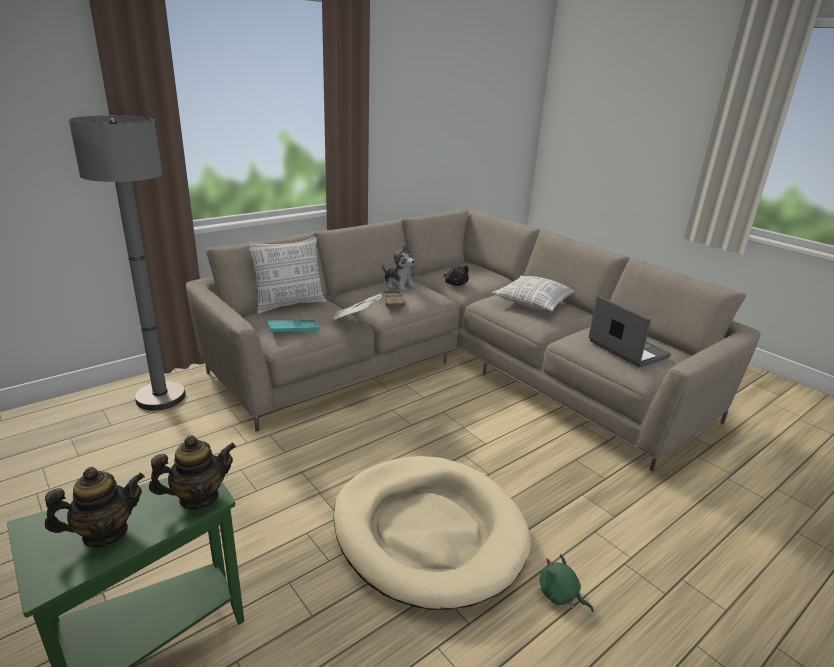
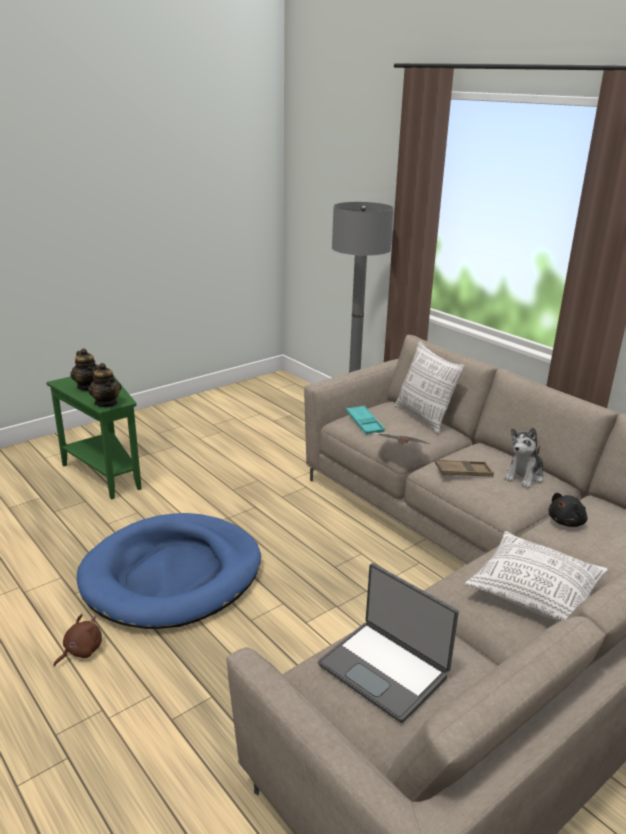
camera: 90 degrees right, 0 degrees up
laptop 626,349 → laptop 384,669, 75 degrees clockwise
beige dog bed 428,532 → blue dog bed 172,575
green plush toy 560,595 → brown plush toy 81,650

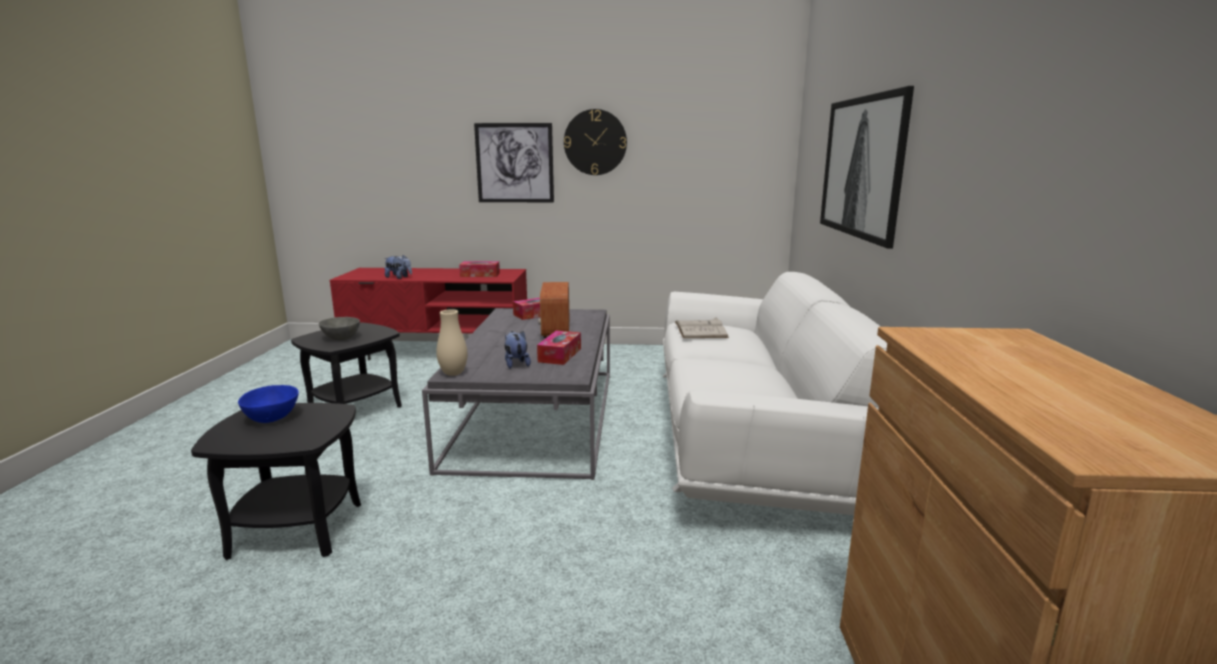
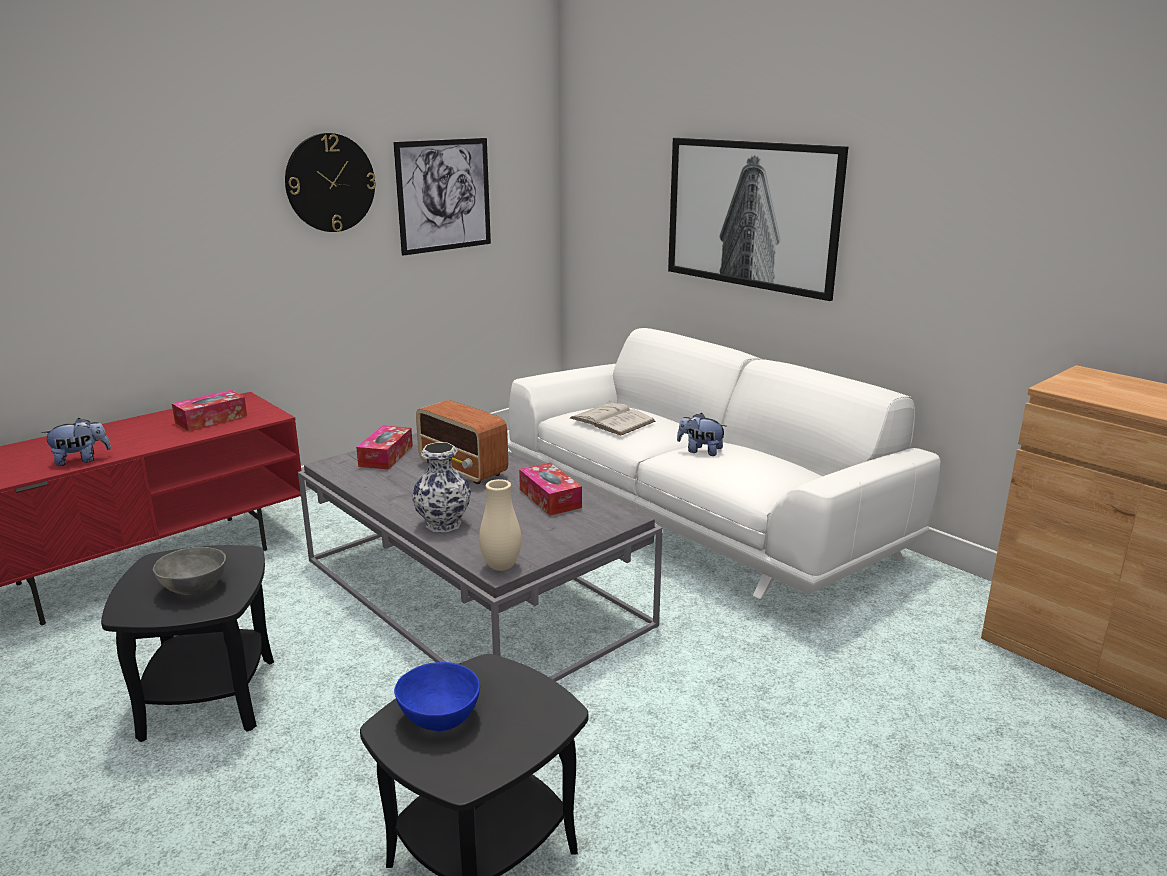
camera: 45 degrees left, 5 degrees up
picture 514,163 → picture 444,195, moved
plush toy 516,364 → plush toy 700,451, moved
- → vase 444,524

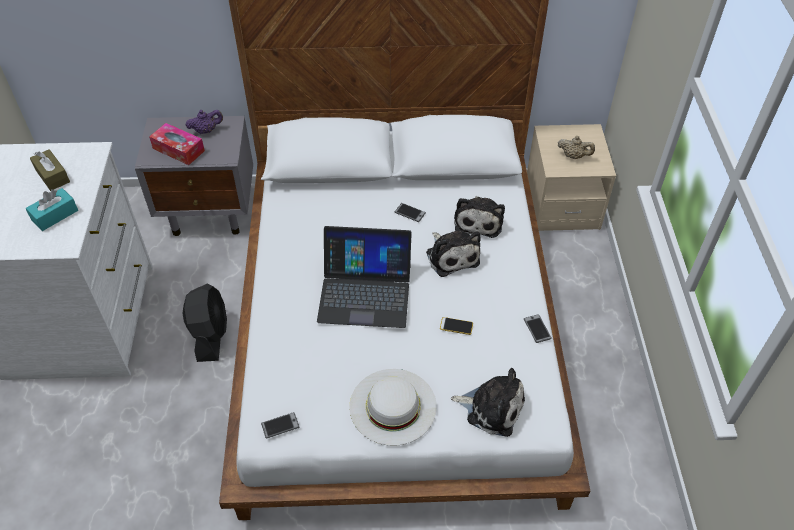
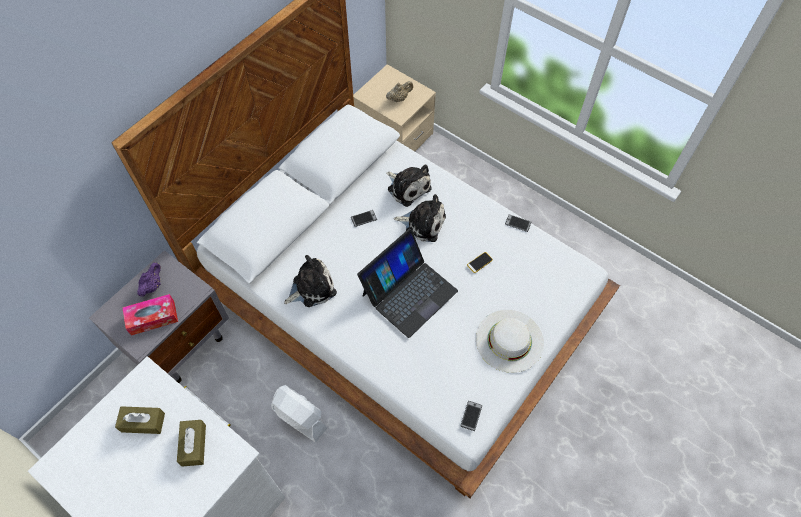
camera: 50 degrees left, 10 degrees up
turquoise tissue box 55,215 → brown tissue box 194,445
black fan 210,335 → white fan 299,418
plush toy 491,407 → plush toy 311,287, moved

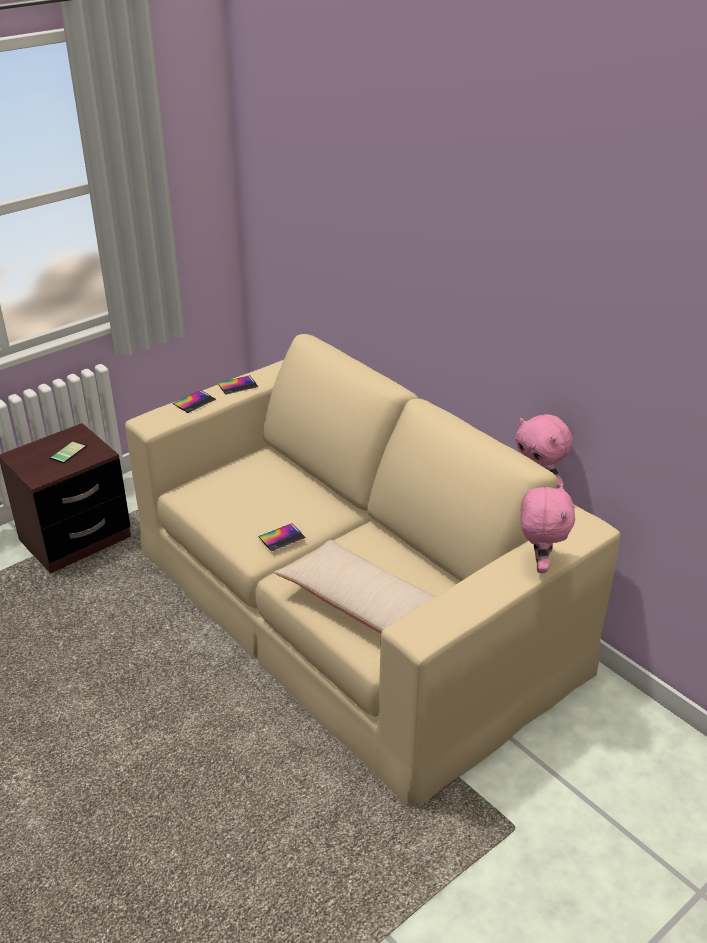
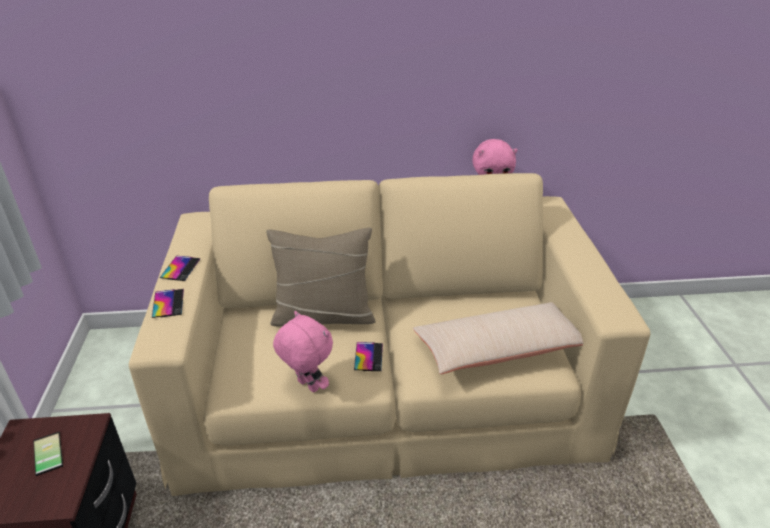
camera: 55 degrees left, 0 degrees up
pink plush toy 539,564 → pink plush toy 306,386, moved
- → beige pillow 323,316

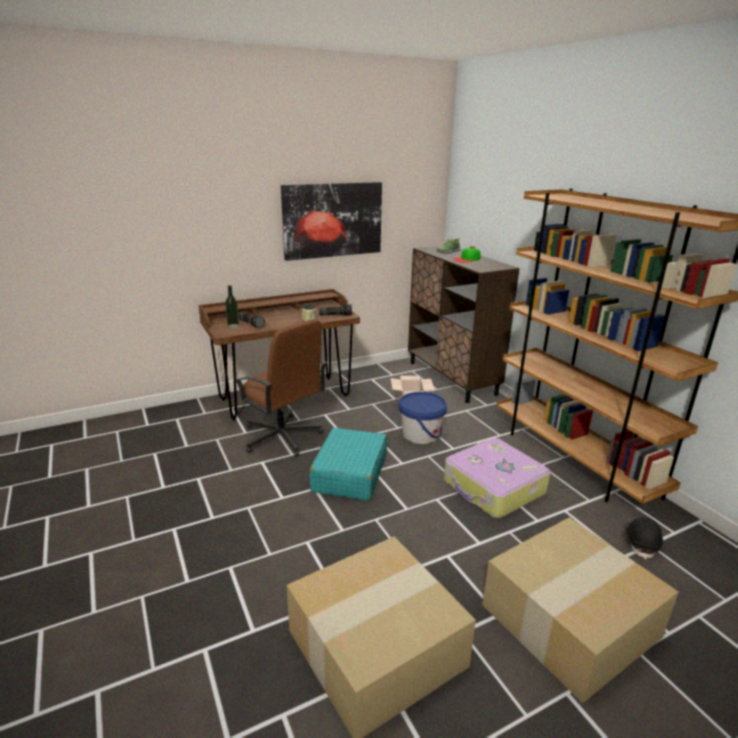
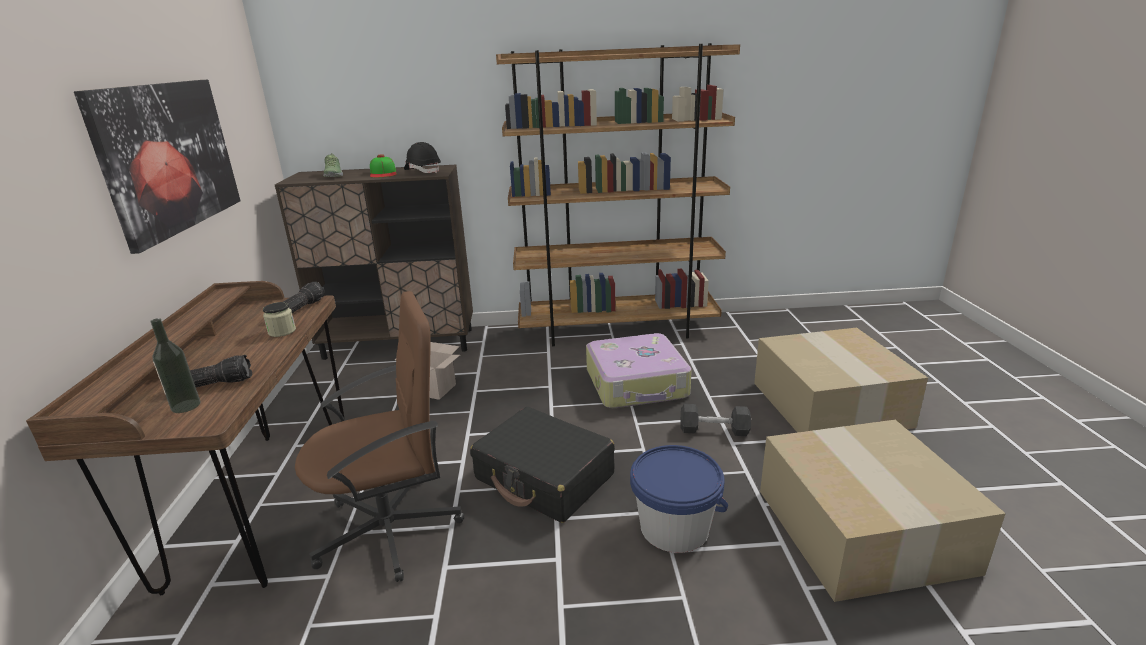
camera: 65 degrees left, 0 degrees up
blue bucket 421,434 → blue bucket 674,527, moved
turquoise suitcase 349,474 → black suitcase 544,477
black hard hat 641,543 → black hard hat 423,171, moved
- → black dumbbell 714,430

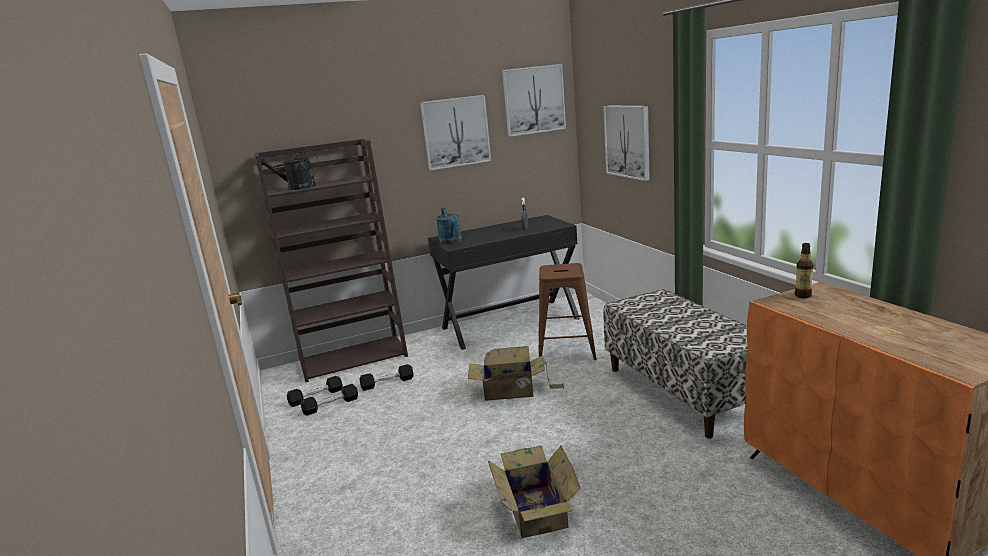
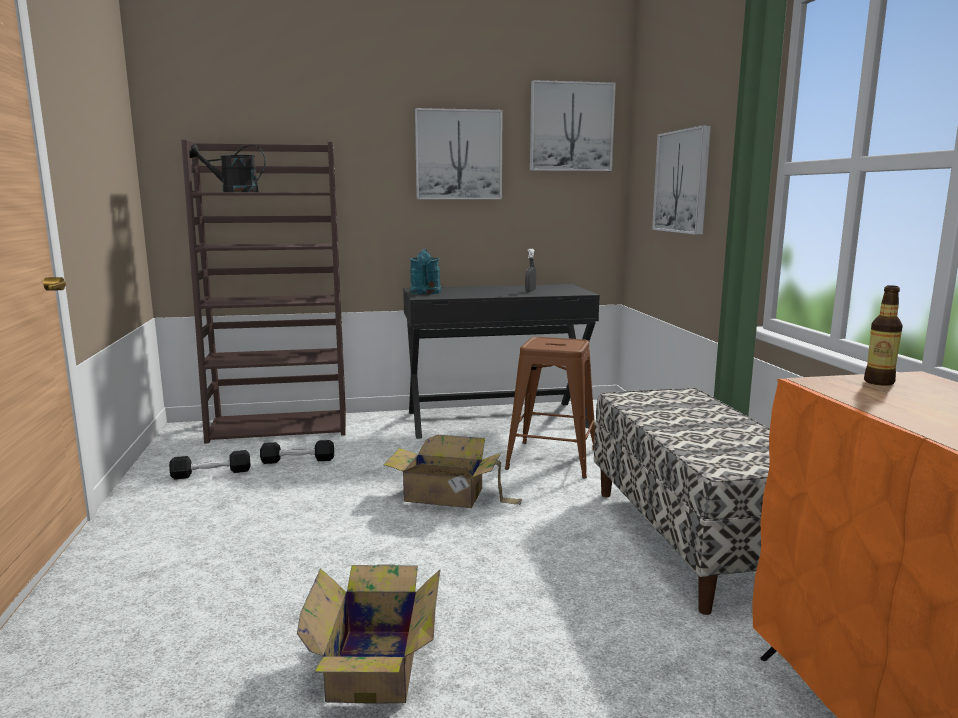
camera: 10 degrees right, 5 degrees down
black dumbbell 316,397 → -

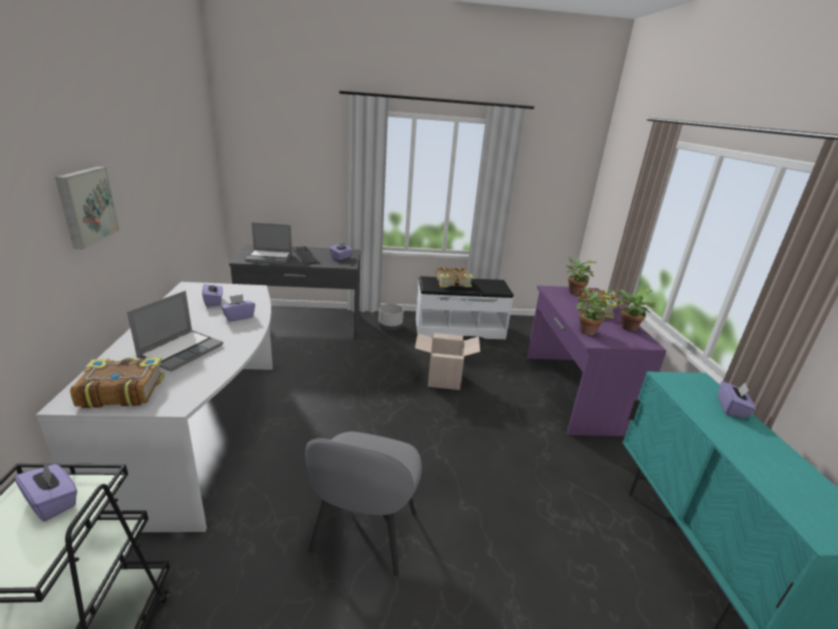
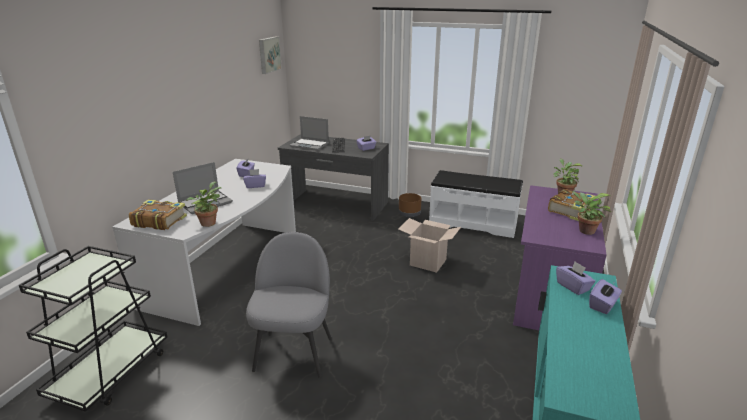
camera: 25 degrees right, 0 degrees up
picture 86,206 → picture 268,54, moved
book 453,283 → -
potted plant 585,330 → potted plant 208,222, moved
grey planter 390,326 → brown planter 409,214
grey chair 363,534 → grey chair 294,352, 150 degrees clockwise
purple tissue box 53,502 → purple tissue box 573,286, moved

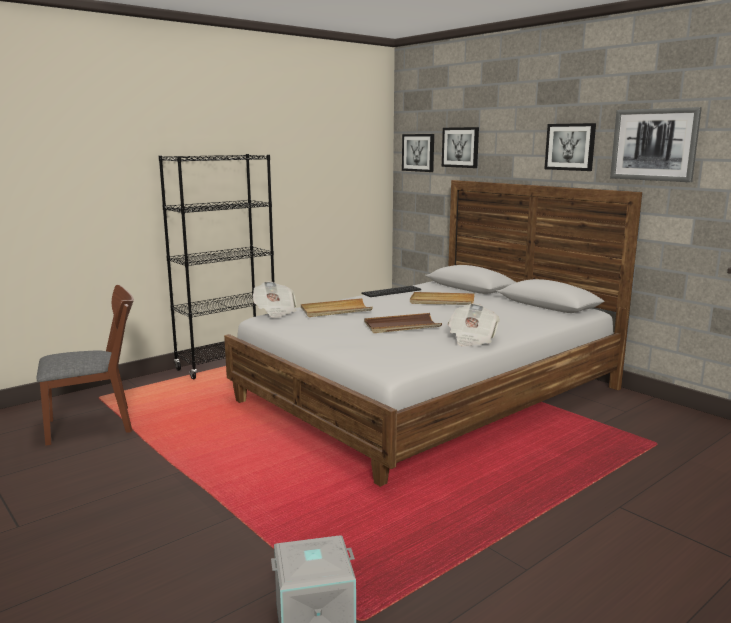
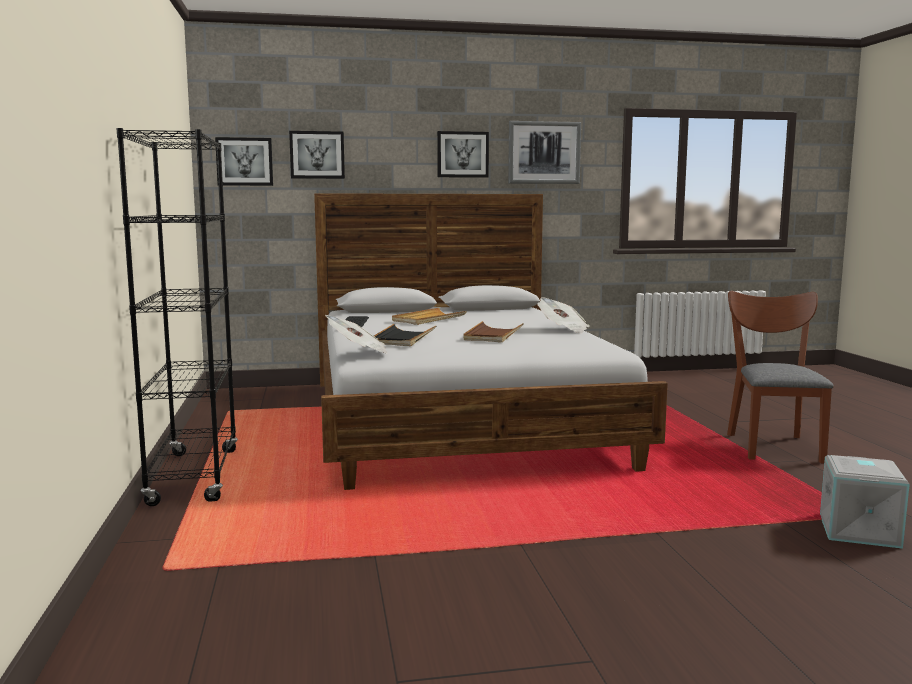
camera: 60 degrees left, 5 degrees down
brown chair 97,424 → brown chair 772,445, moved
beige tray 335,311 → black tray 403,338

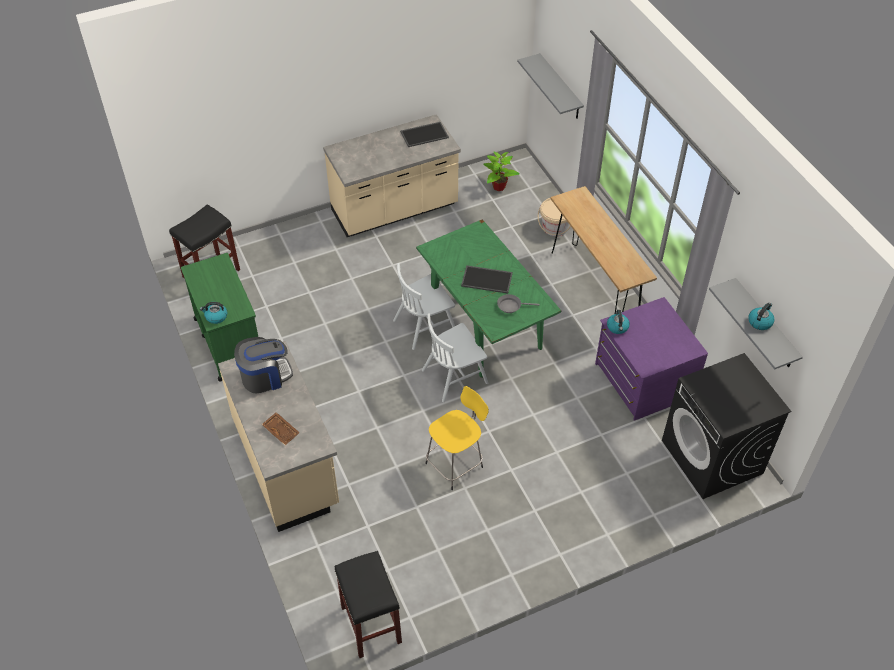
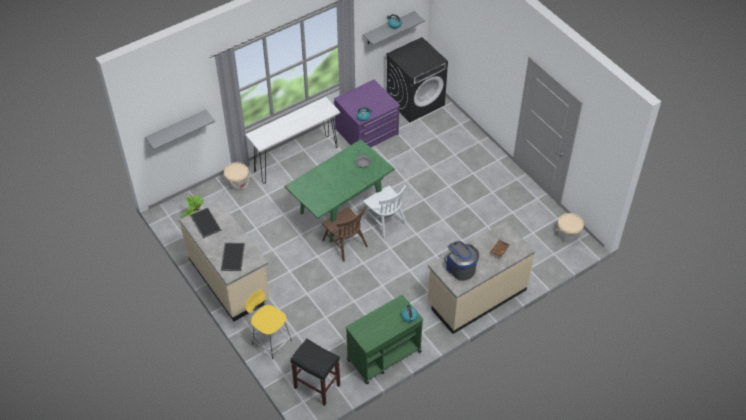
camera: 100 degrees left, 0 degrees up
brown console table 593,290 → white console table 296,159
white chair 425,326 → brown chair 344,243
tray 487,279 → tray 232,256, moved
yellow stool 456,464 → yellow stool 270,341, moved
black stool 370,624 → beige bucket 568,235

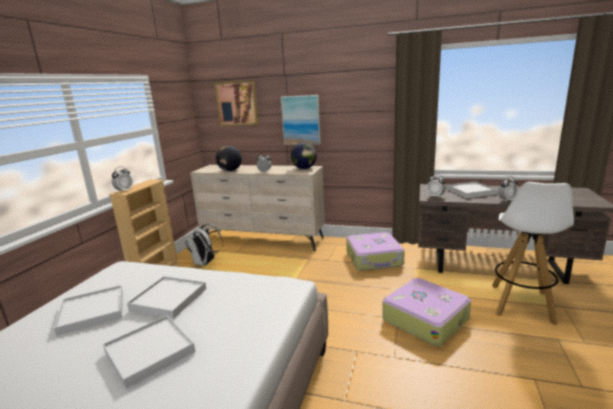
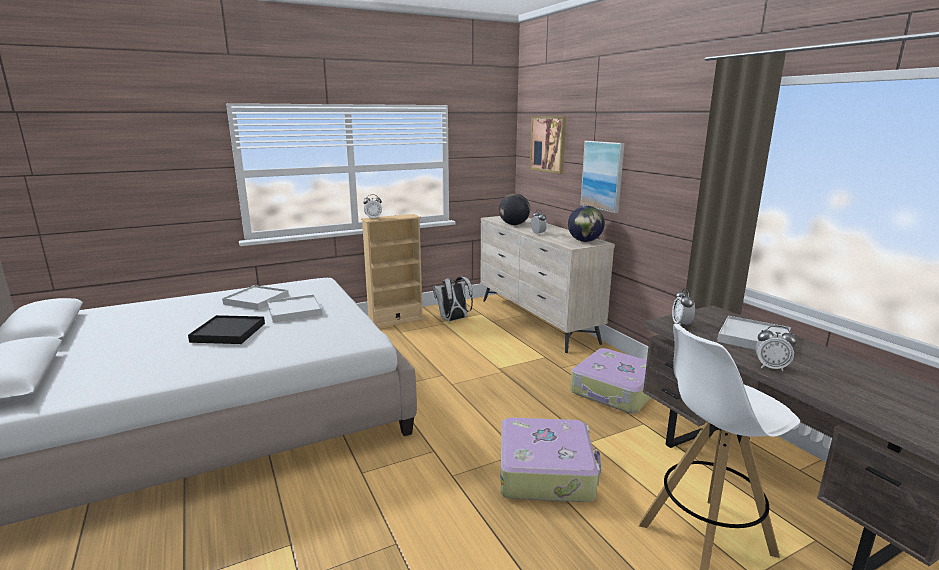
camera: 45 degrees right, 0 degrees up
white tray 149,352 → black tray 228,332

